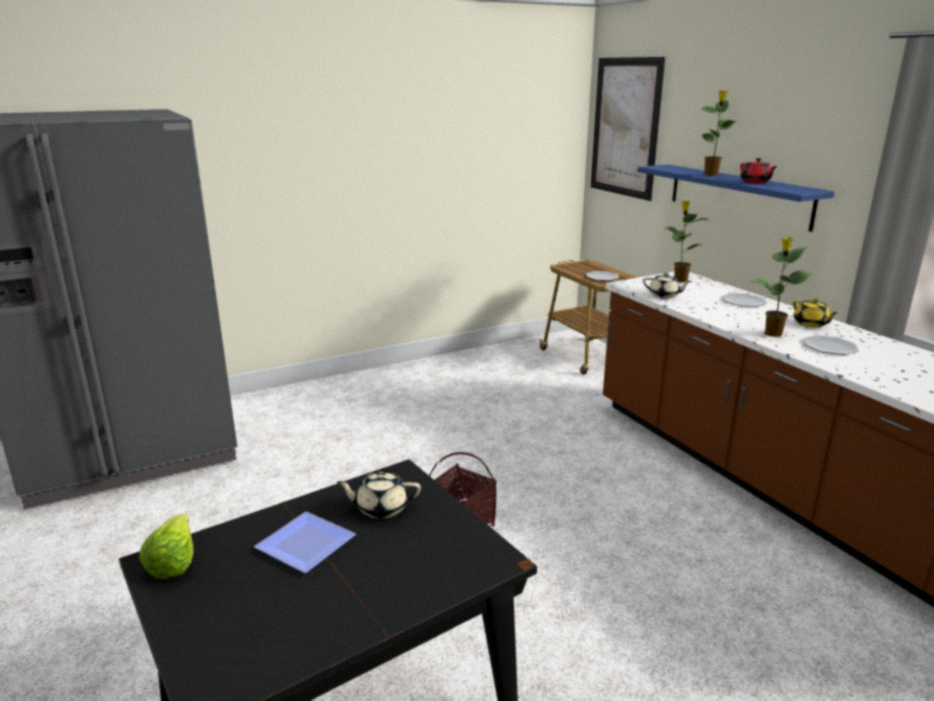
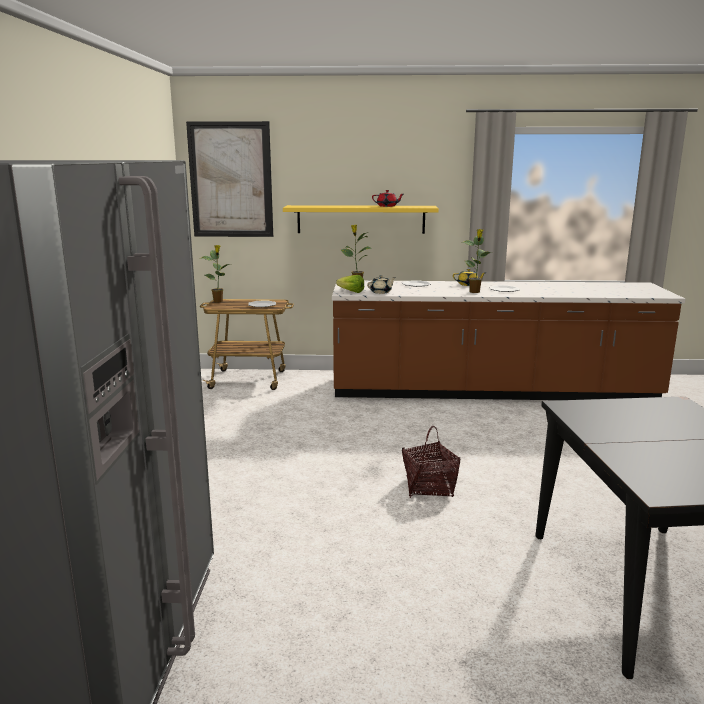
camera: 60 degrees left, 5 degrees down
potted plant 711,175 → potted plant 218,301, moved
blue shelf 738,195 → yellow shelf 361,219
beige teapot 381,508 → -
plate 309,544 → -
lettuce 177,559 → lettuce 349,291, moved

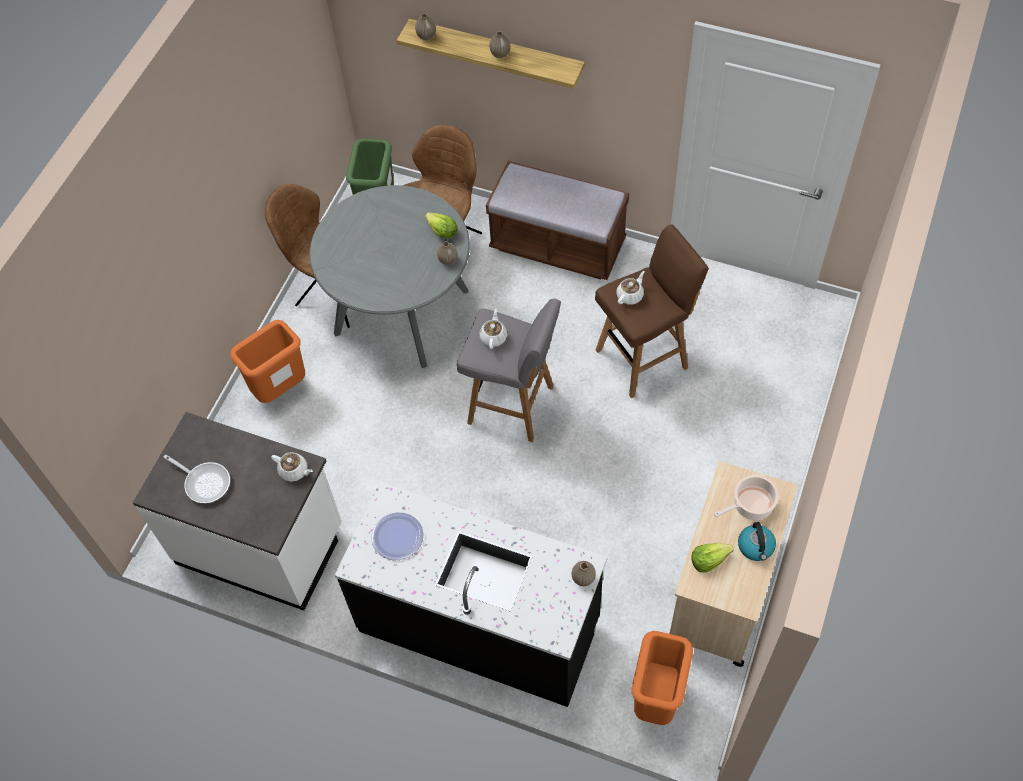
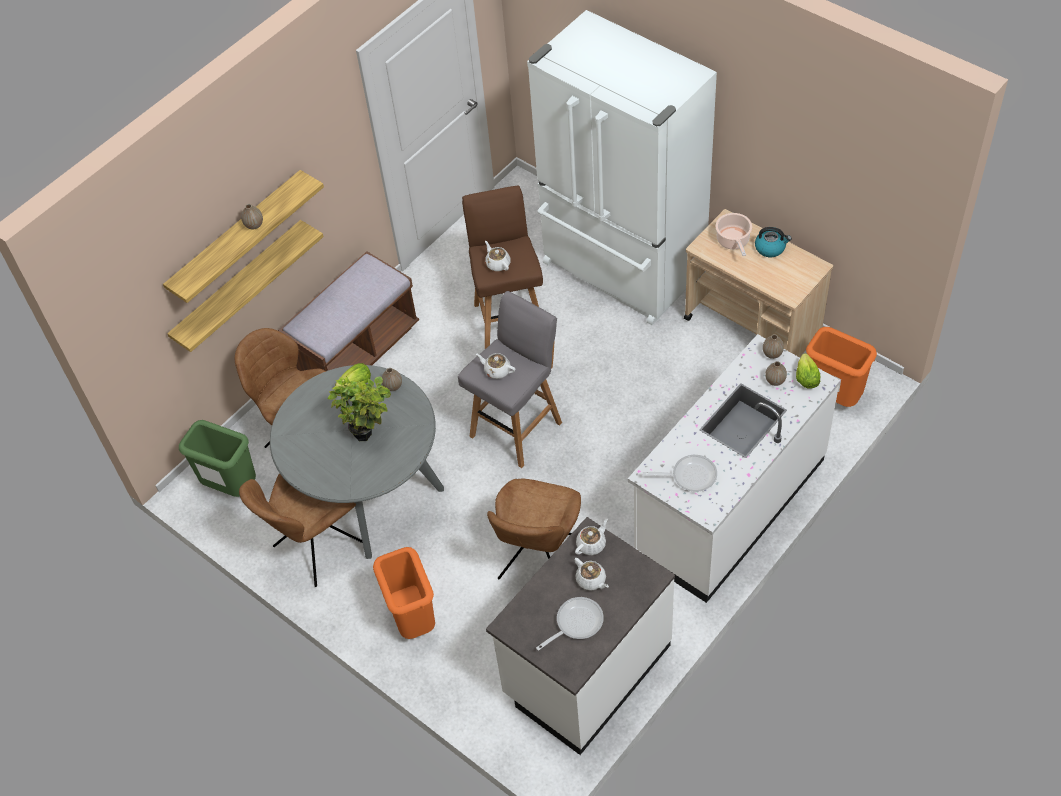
camera: 70 degrees left, 5 degrees down
vase 426,36 → vase 775,381, moved
black counter 479,624 → white counter 728,505
plate 397,537 → frying pan 689,475
lettuce 708,560 → lettuce 806,378, moved
- → white fridge 621,269
- → shelf 239,286
- → potted plant 368,432
- → brown chair 539,560
- → white teapot 591,580

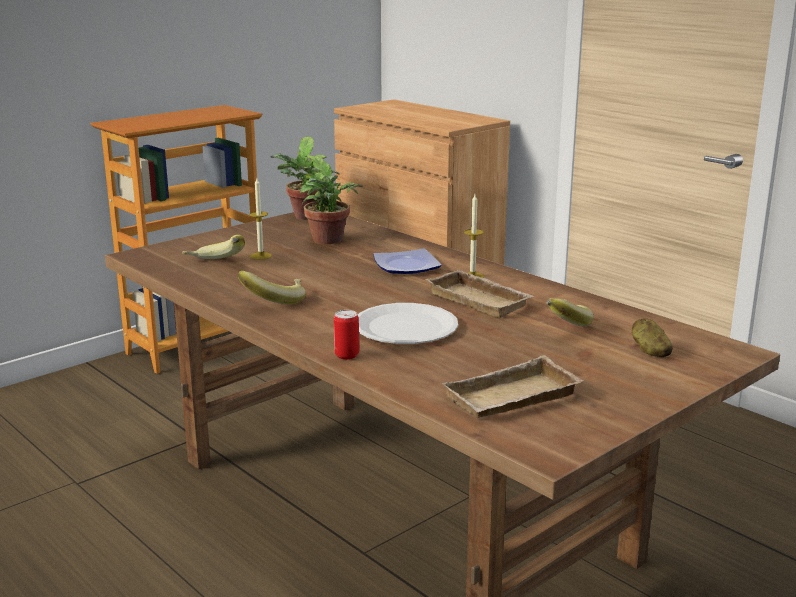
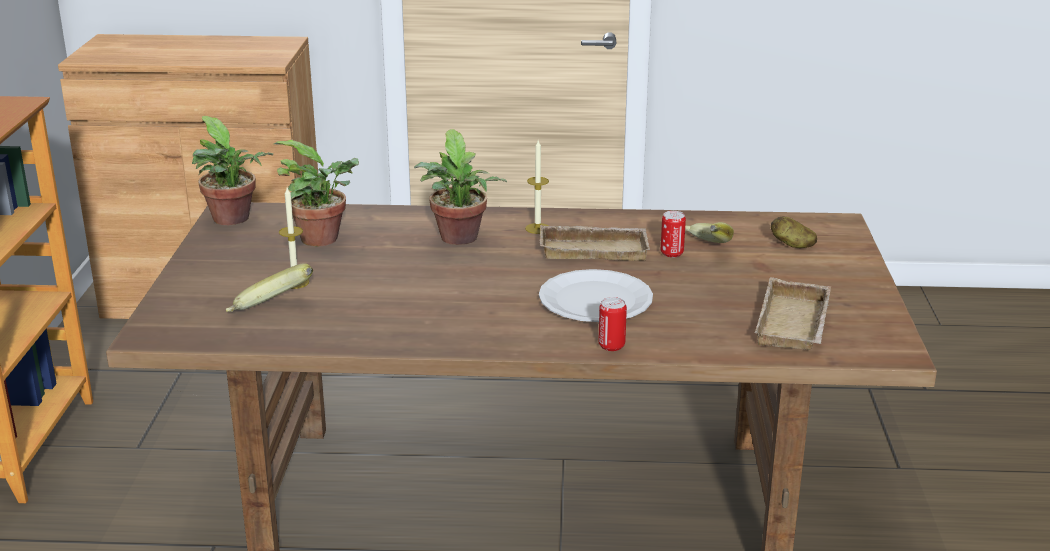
camera: 45 degrees left, 5 degrees up
plate 405,266 → potted plant 459,240
banana 275,301 → -
- → can 671,253

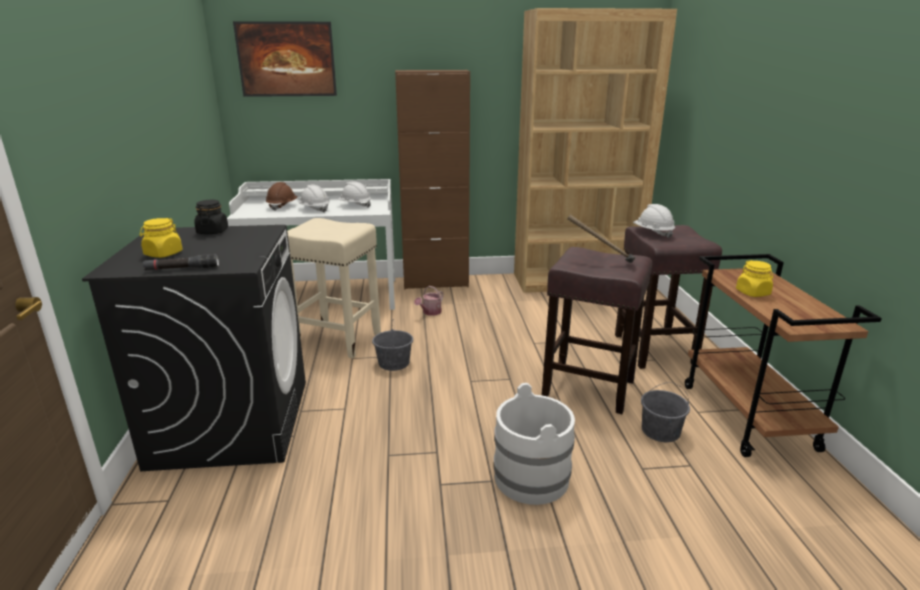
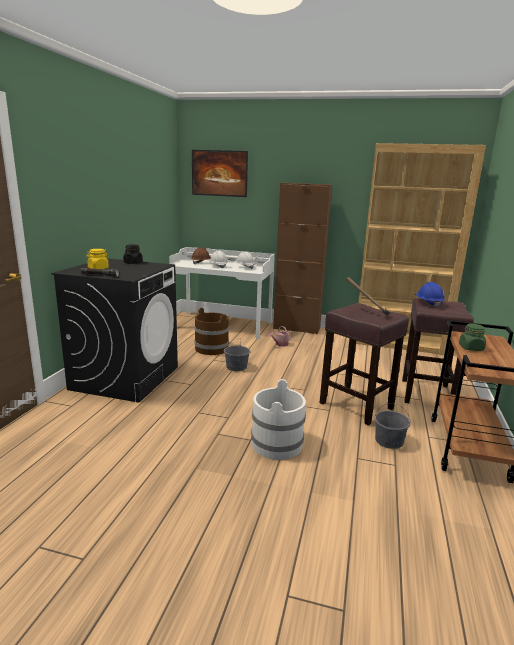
camera: 20 degrees right, 5 degrees down
white hard hat 652,233 → blue hard hat 428,303
beige stool 336,339 → brown bucket 211,348
yellow jar 753,293 → green jar 471,348

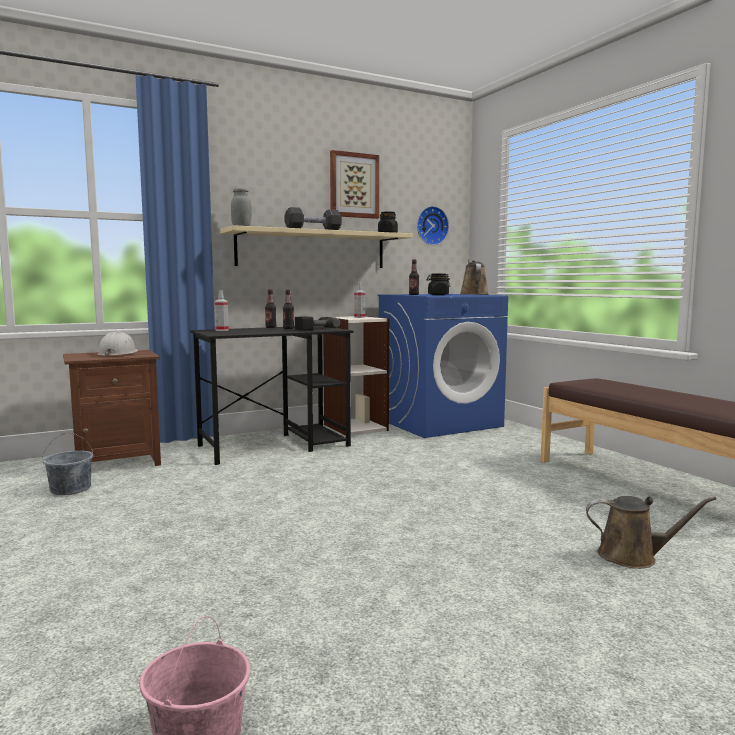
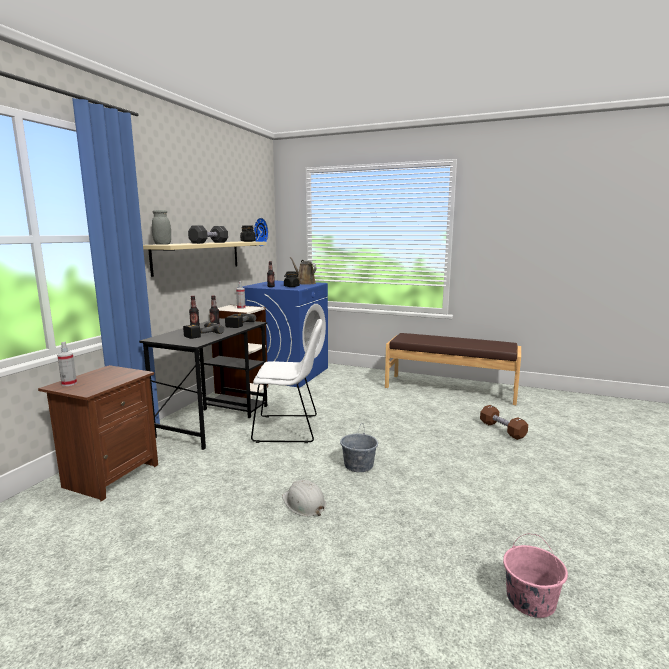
camera: 40 degrees left, 5 degrees up
picture 354,185 → -
spray bottle 222,330 → spray bottle 69,384, moved
white hard hat 118,354 → white hard hat 304,503, moved
grey bucket 71,489 → grey bucket 358,465, moved
brown watering can 633,556 → brown dumbbell 502,430
- → white chair 289,429
- → power drill 201,334

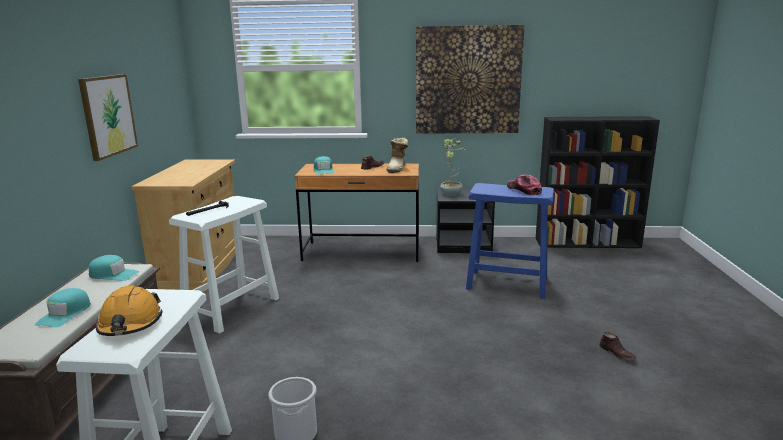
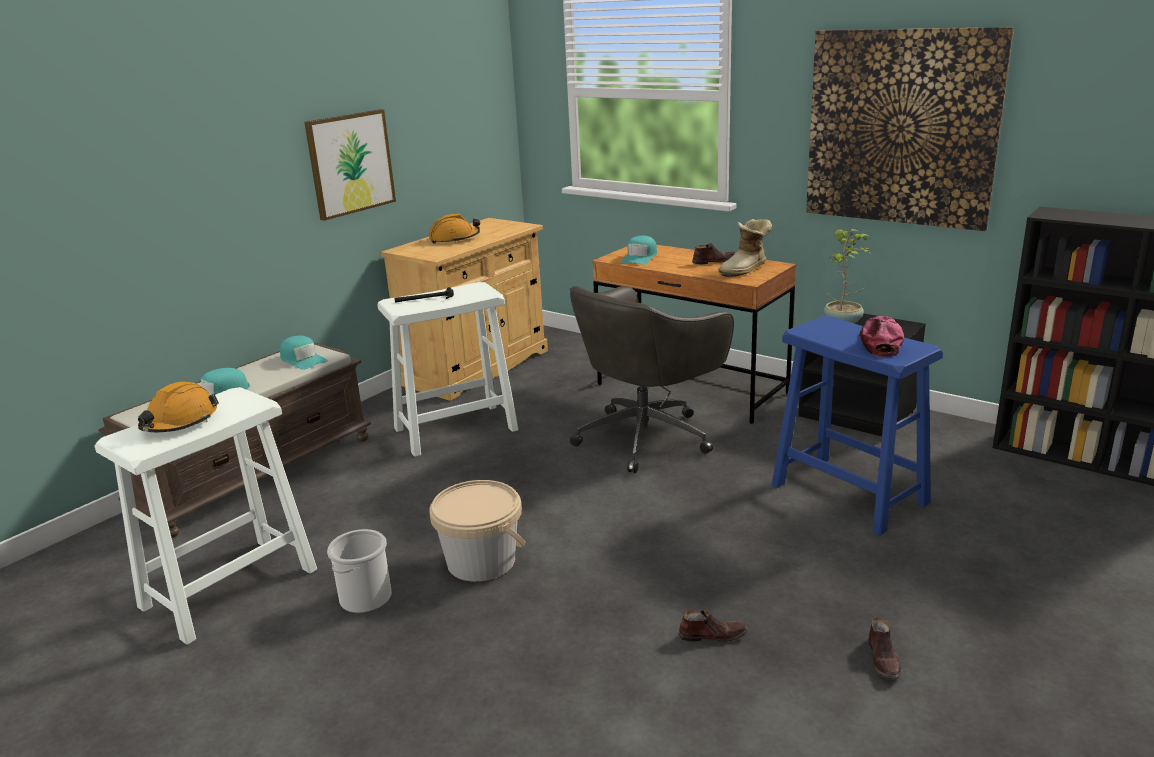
camera: 35 degrees right, 5 degrees up
- → orange hard hat 454,239
- → grey office chair 647,437
- → beige bucket 481,561
- → brown shoe 712,635

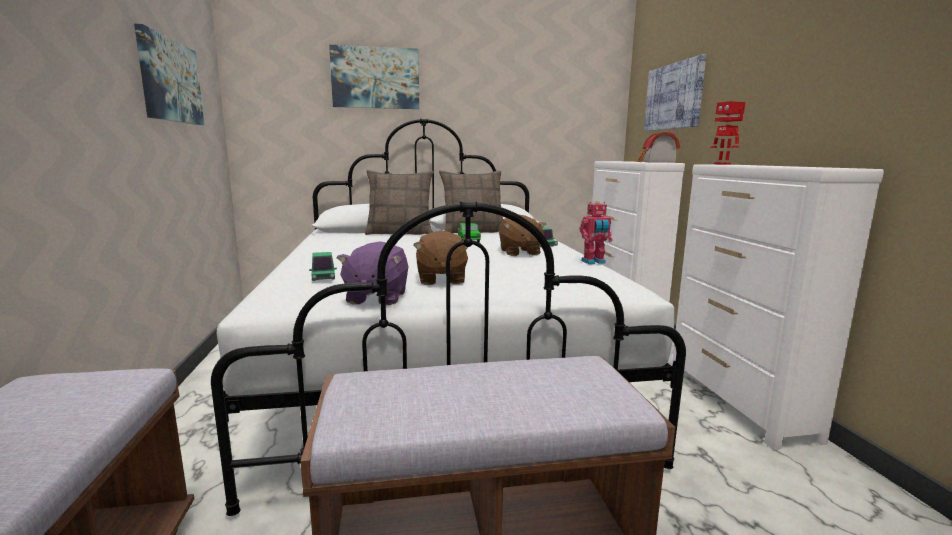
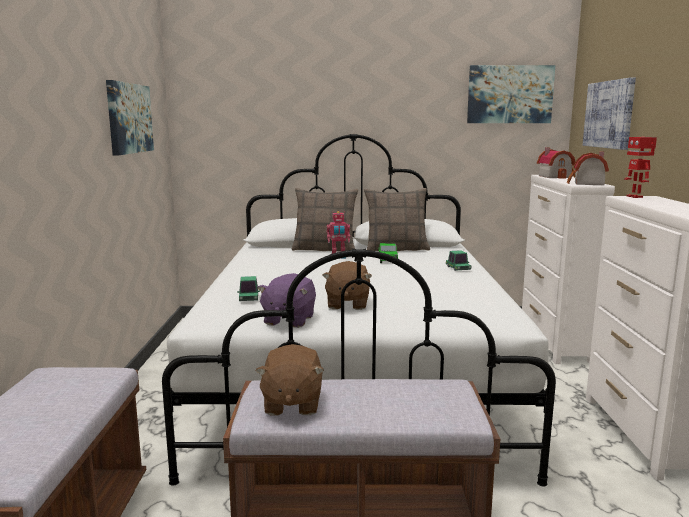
camera: 10 degrees right, 0 degrees up
picture 375,78 → picture 509,94, moved
toy robot 594,262 → toy robot 338,257, moved
brown plush toy 519,252 → brown plush toy 291,404, moved
- → toy house 556,176

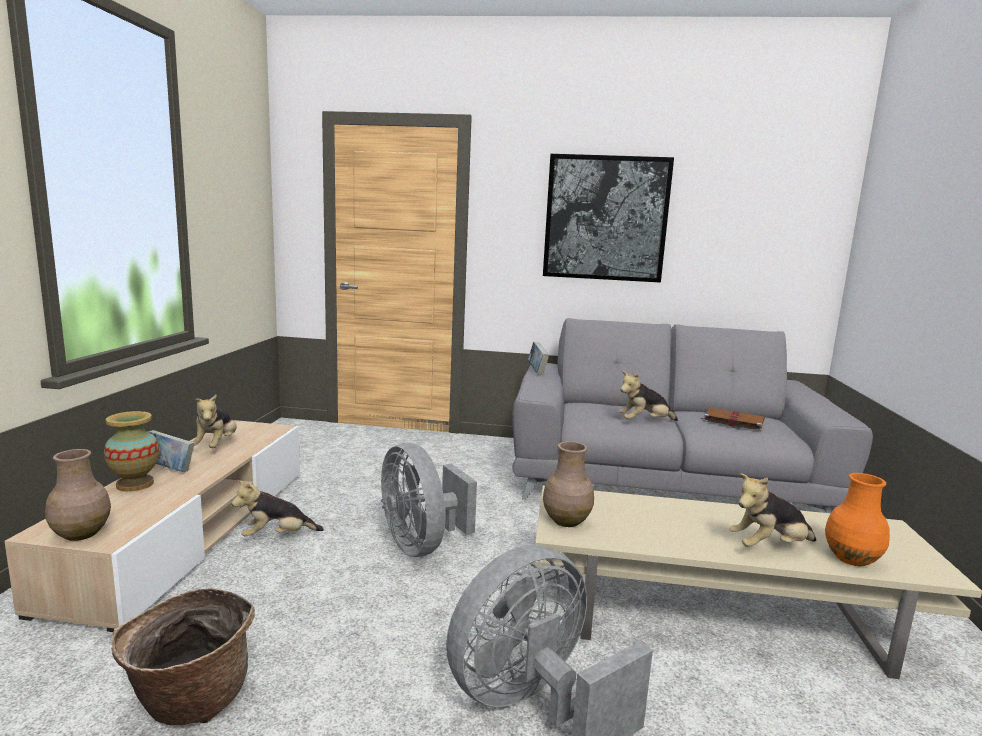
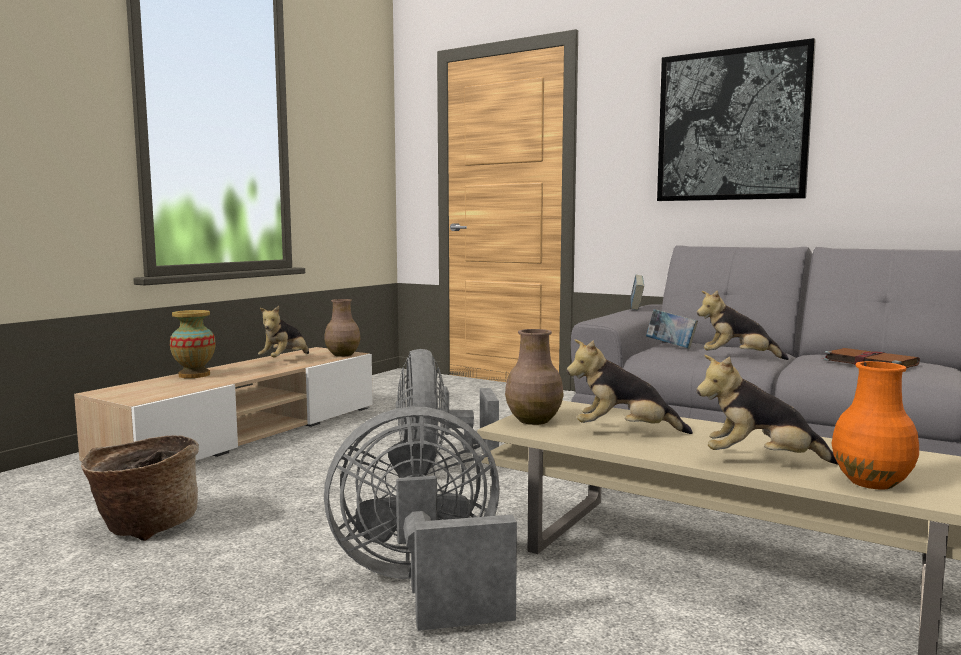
camera: 25 degrees right, 5 degrees down
book 169,469 → book 671,346, moved
brown vase 80,534 → brown vase 342,355, moved
plush toy 277,536 → plush toy 624,432, moved

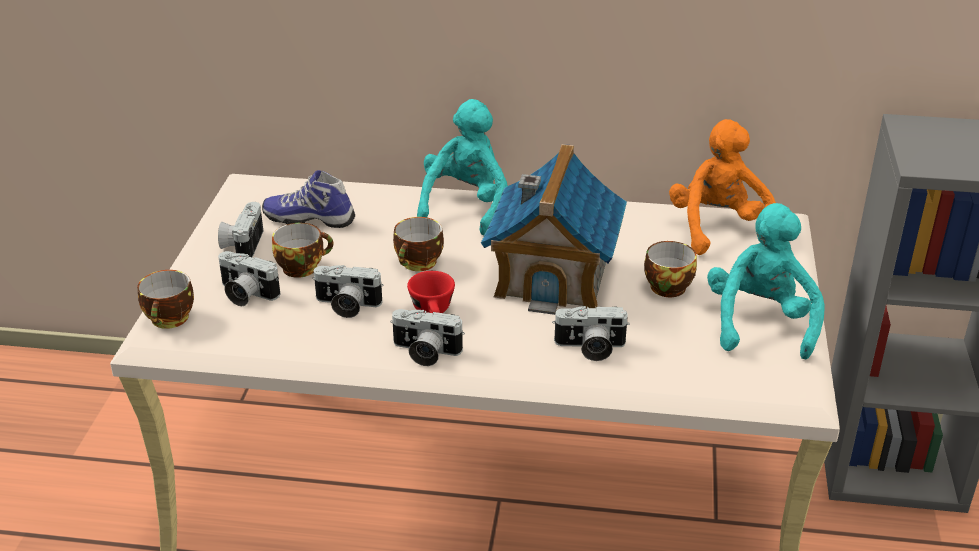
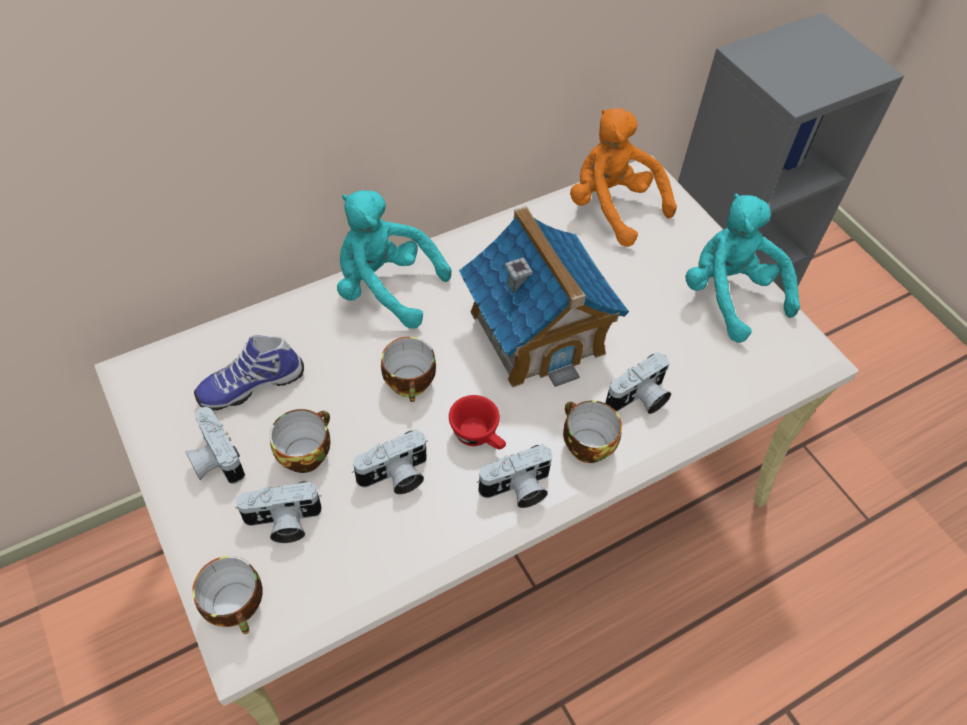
camera: 40 degrees left, 20 degrees up
turquoise plush toy 465,206 → turquoise plush toy 385,288, 45 degrees counterclockwise
cup 666,285 → cup 584,445, moved

